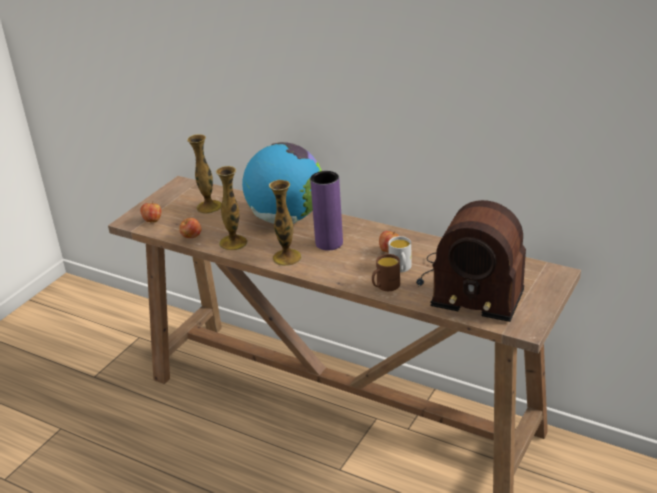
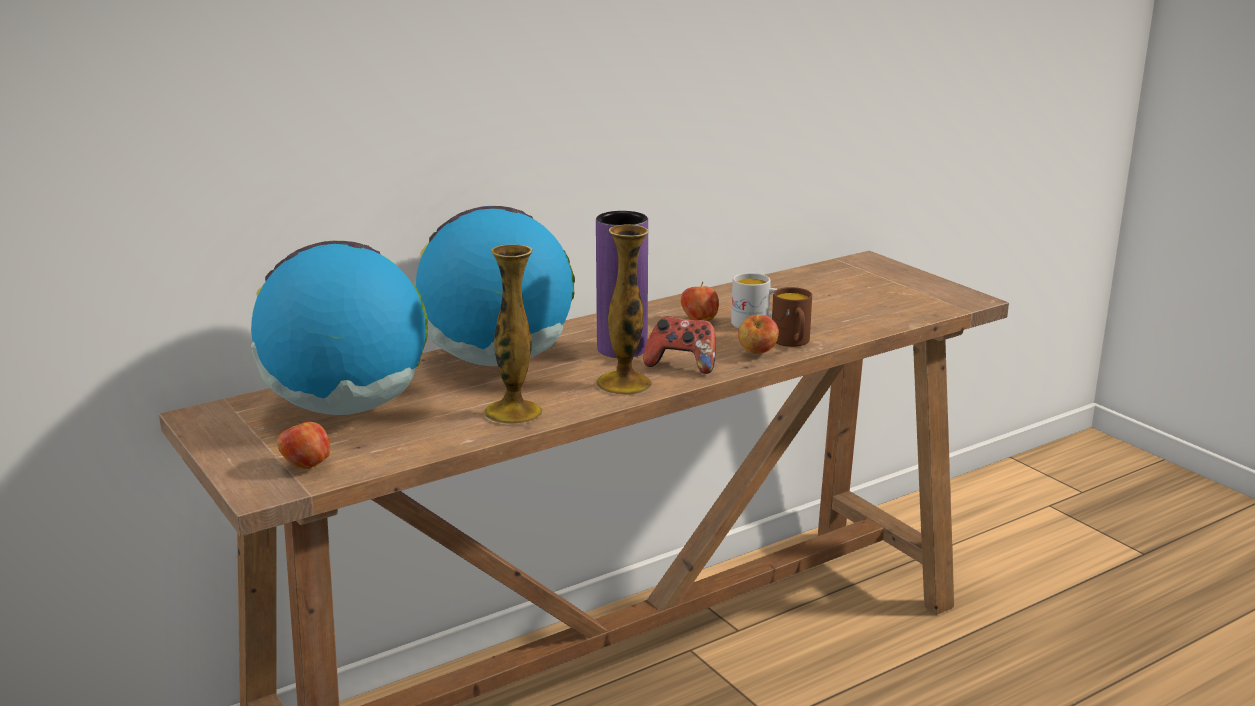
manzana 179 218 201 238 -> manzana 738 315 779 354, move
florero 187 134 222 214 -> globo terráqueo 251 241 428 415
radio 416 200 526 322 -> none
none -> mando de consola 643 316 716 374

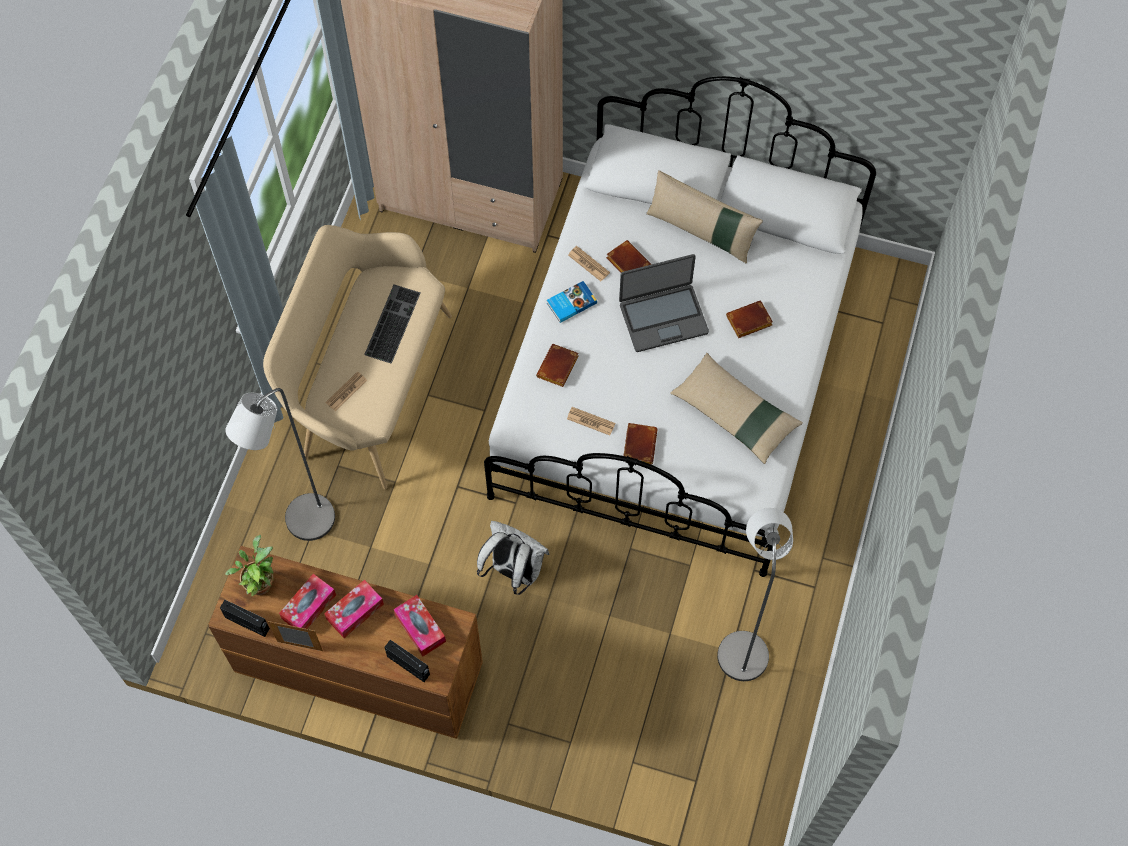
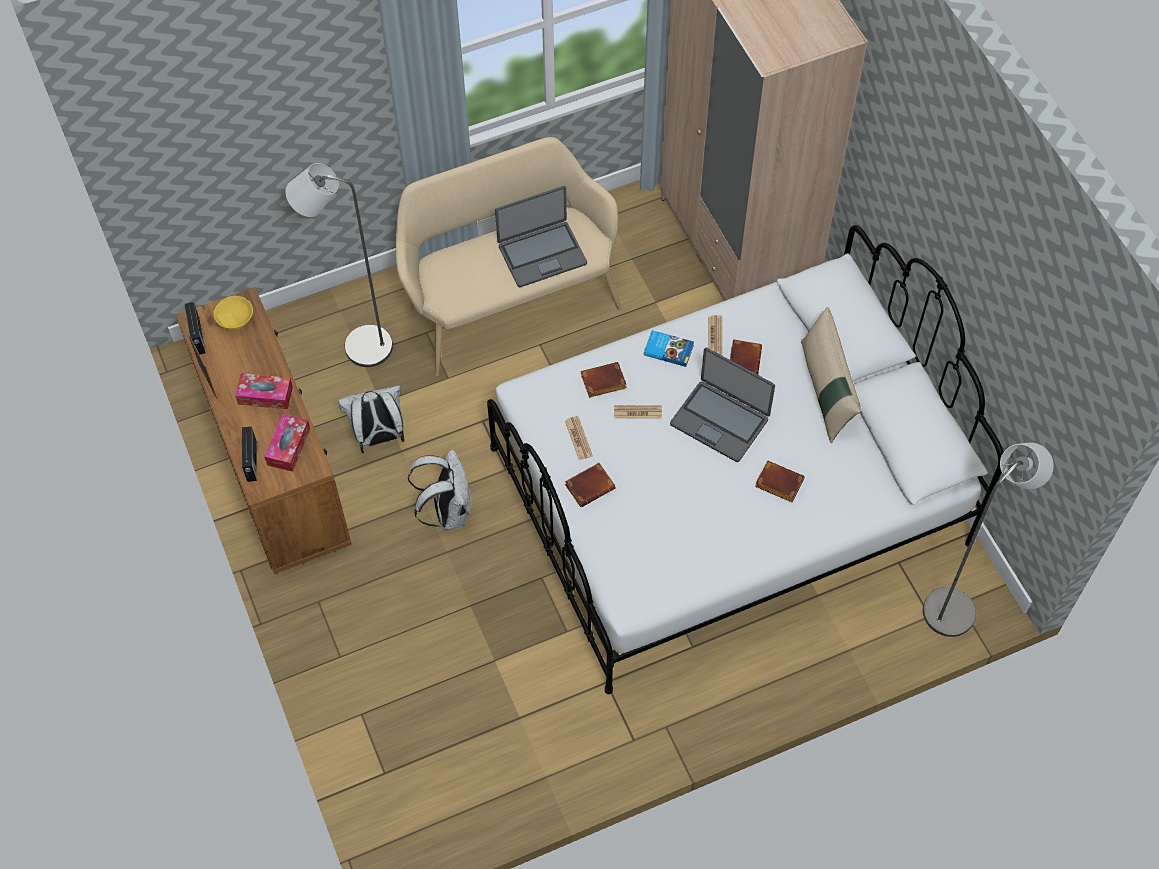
planta en maceta 225 535 274 597 -> cuenco/amarillo 213 296 253 330
caja de pañuelos 279 574 336 629 -> none
periódico 325 372 367 411 -> periódico 614 405 662 419, move
teclado 364 285 420 364 -> portátil 495 186 587 287
cojín/beis 670 353 803 464 -> none
lámpara de pie/gris 717 508 793 681 -> lámpara de pie/gris 923 443 1054 637, move
none -> mochila/blanco 338 385 404 453

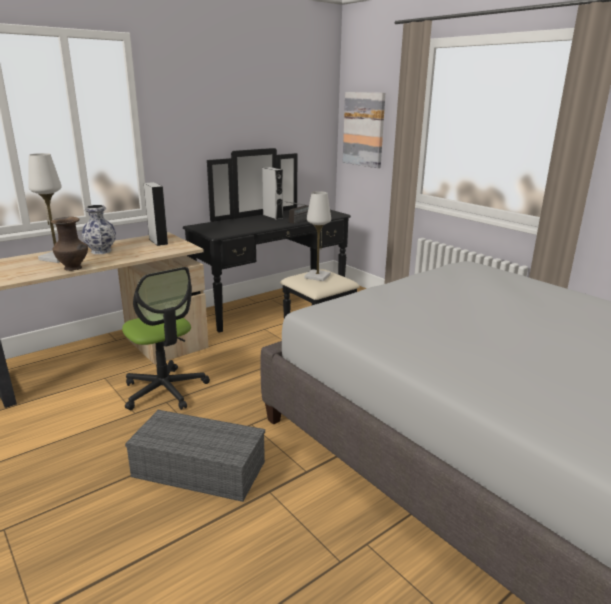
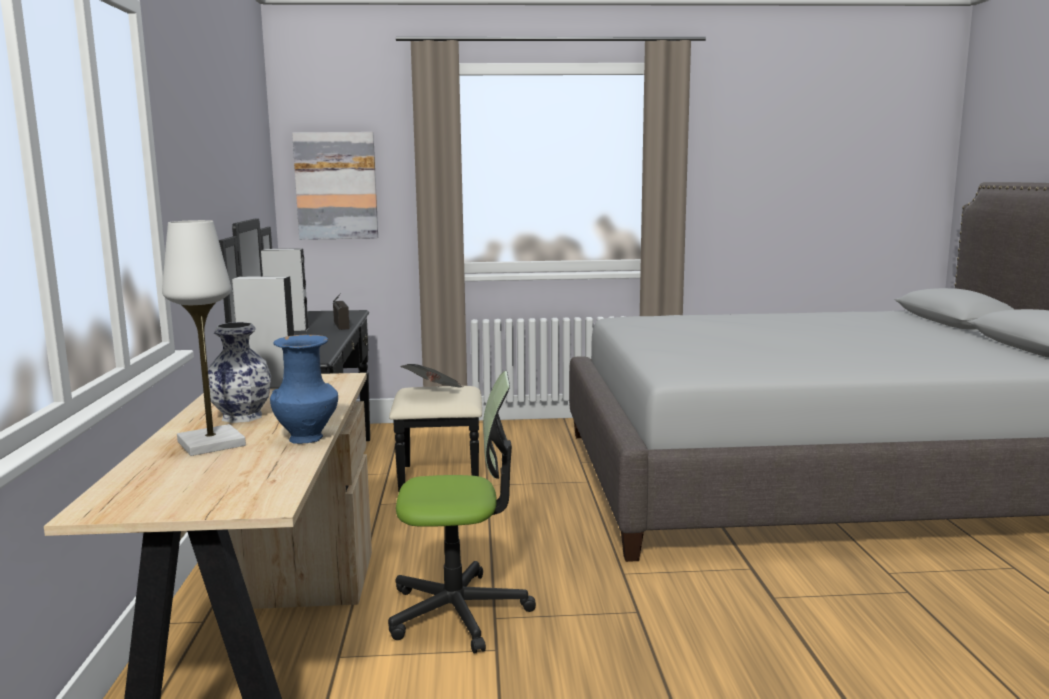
florero/marrón 51 217 88 271 -> florero/azul 270 335 338 444
caja de almacenaje/gris 125 410 265 502 -> none
lámpara de mesa/blanco 304 191 331 281 -> periódico 400 364 463 387

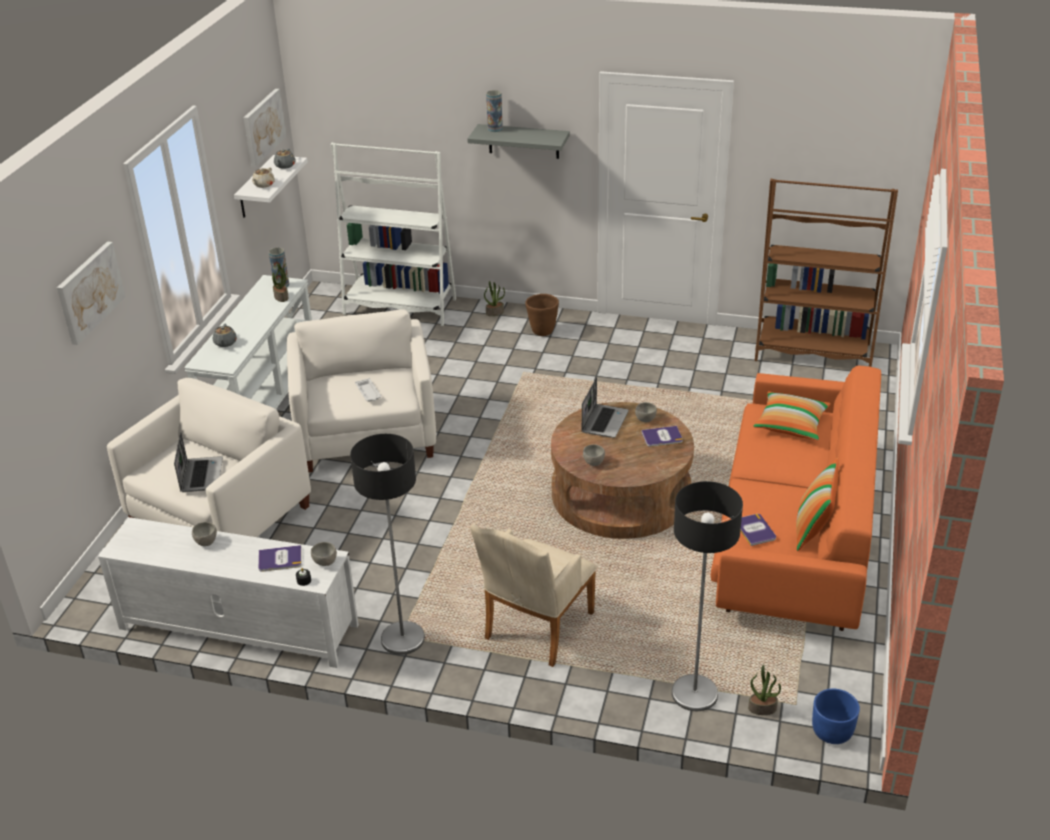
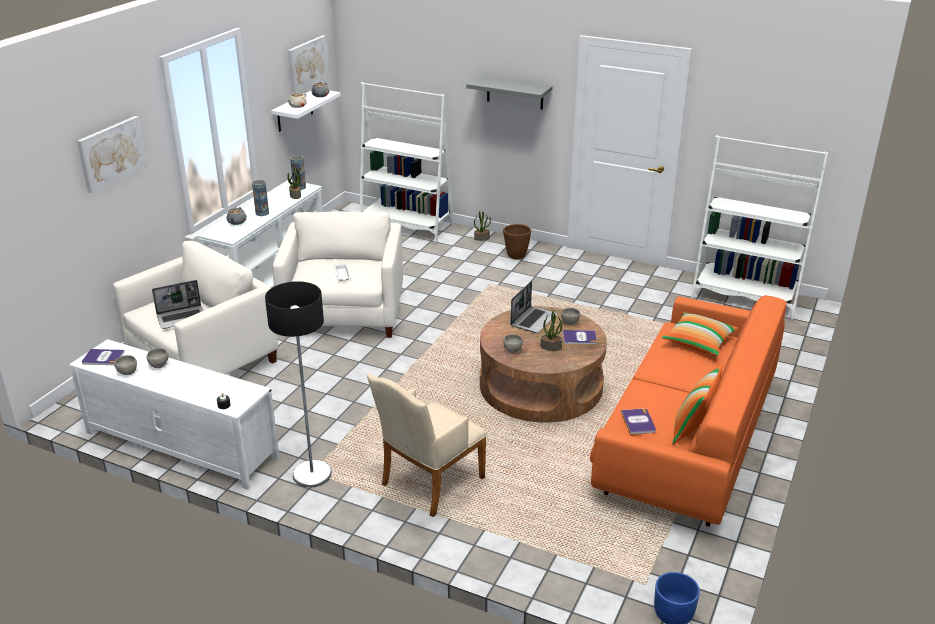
portátil 174 432 223 492 -> portátil 152 280 204 329, 60 degrees clockwise
libro 258 545 301 572 -> libro 82 349 125 365, move
cuenco/gris 311 542 337 566 -> cuenco/gris 114 355 137 375, move
florero 486 90 503 132 -> florero 252 180 269 216, move
lámpara de pie 672 481 743 711 -> none
planta en maceta 748 665 781 715 -> planta en maceta 541 311 562 351, move
estantería/marrón 755 179 898 367 -> estantería/blanco 691 135 829 320

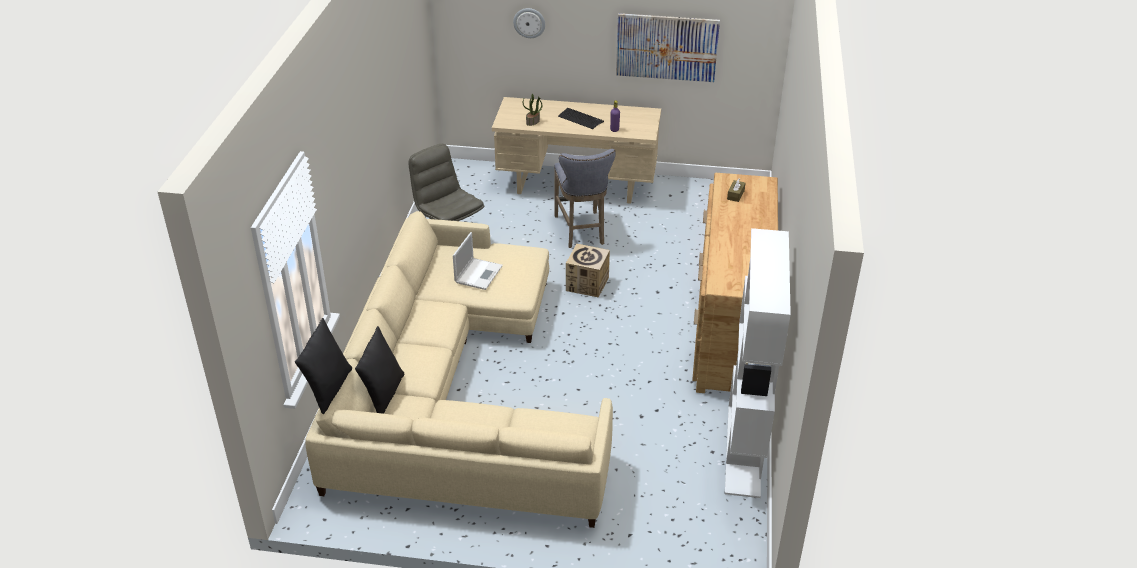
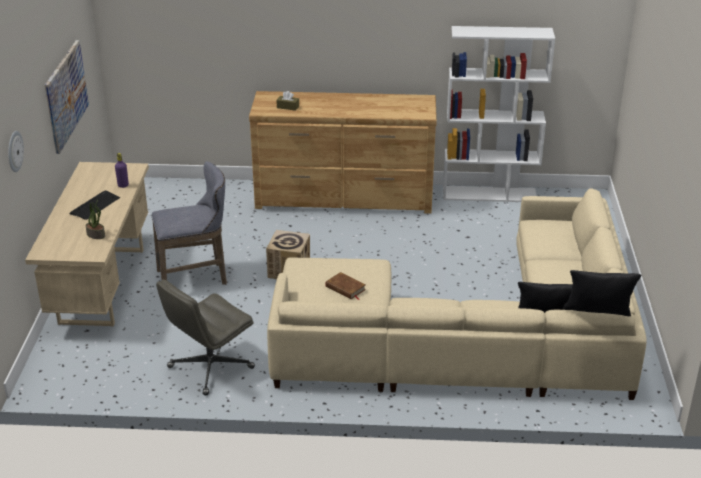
portátil 453 232 503 290 -> libro/marrón 325 272 366 300

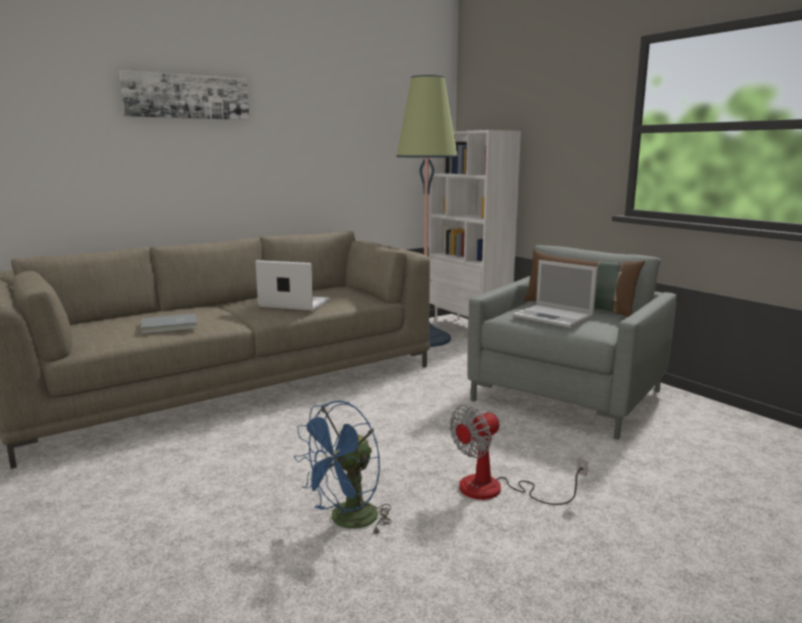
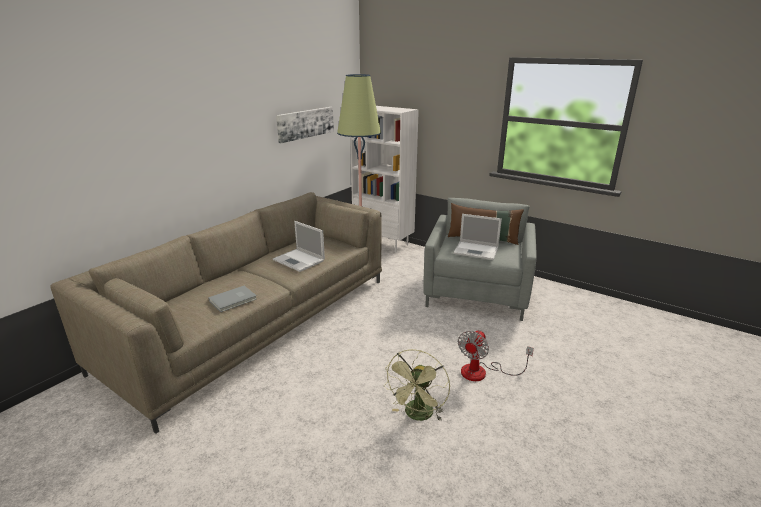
cuadro 119 70 249 120 -> cuadro 276 107 334 143, move
portátil 255 260 330 311 -> portátil 273 221 325 272, 135 degrees counterclockwise
ventilador/azul 294 401 392 535 -> ventilador/verde 384 349 450 421

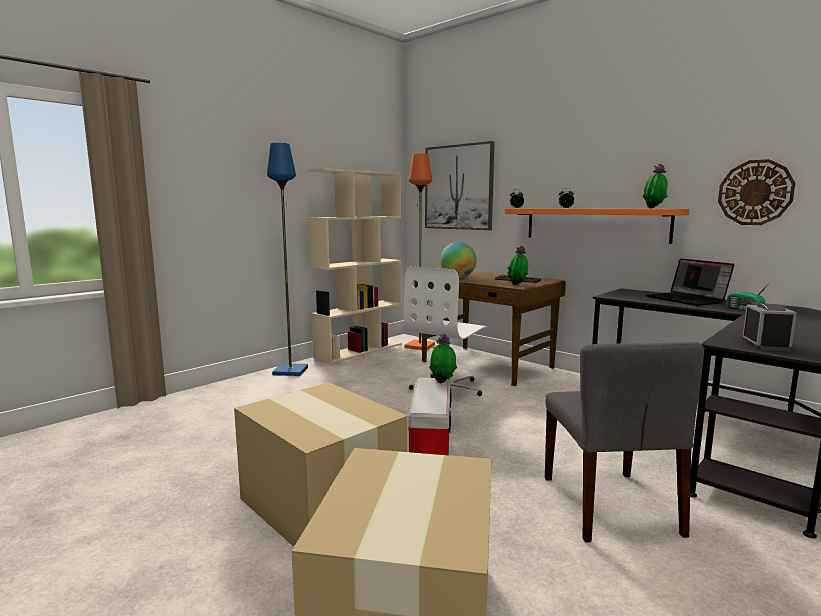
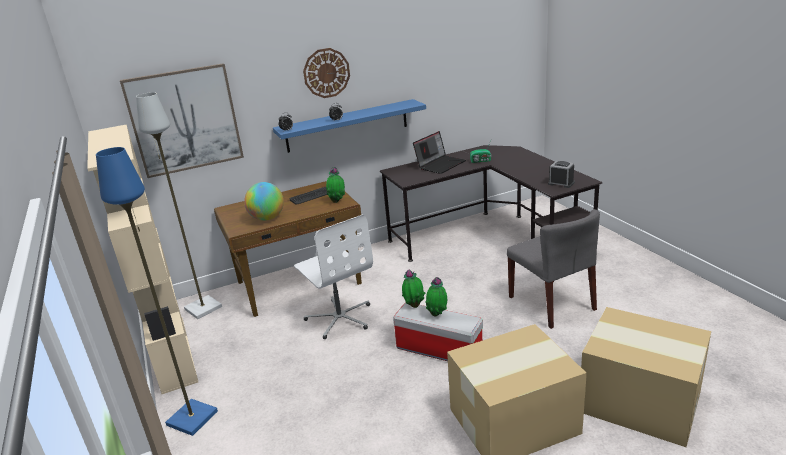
lámpara de pie/naranja 404 153 435 350 -> lámpara de pie/gris 136 92 222 319
estante/naranja 505 209 690 244 -> estante/azul 273 99 426 153
silla/gris 545 342 704 543 -> silla/gris 507 209 600 329, 45 degrees clockwise
planta en maceta 643 164 668 209 -> planta en maceta 426 277 447 317, move
portátil 647 258 734 306 -> portátil 413 131 466 174, 45 degrees counterclockwise
reloj de pared 718 159 795 225 -> reloj de pared 303 48 350 98, move

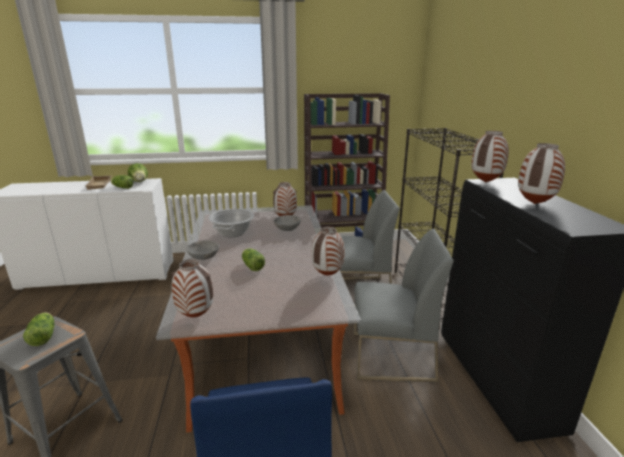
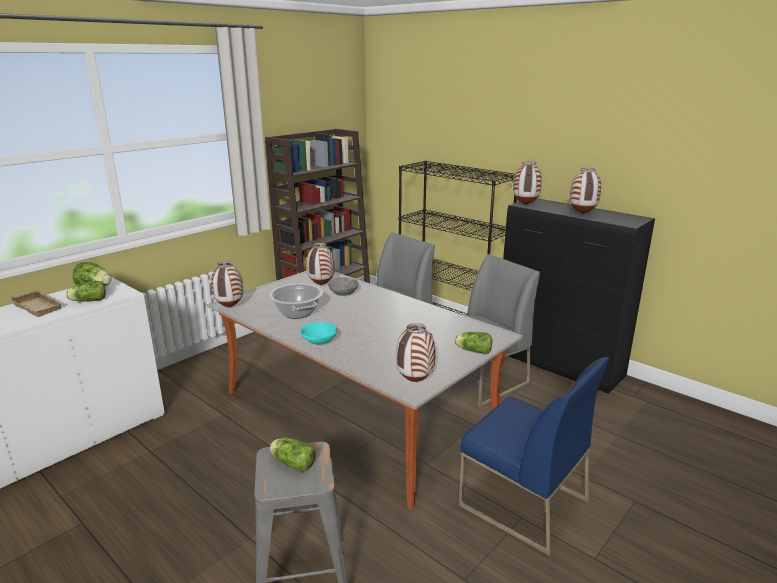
cuenco/gris 186 240 219 260 -> cuenco/turquesa 300 322 337 344
lechuga 242 248 265 271 -> lechuga 455 332 492 354, move
florero 312 227 345 276 -> florero 211 261 243 307, move

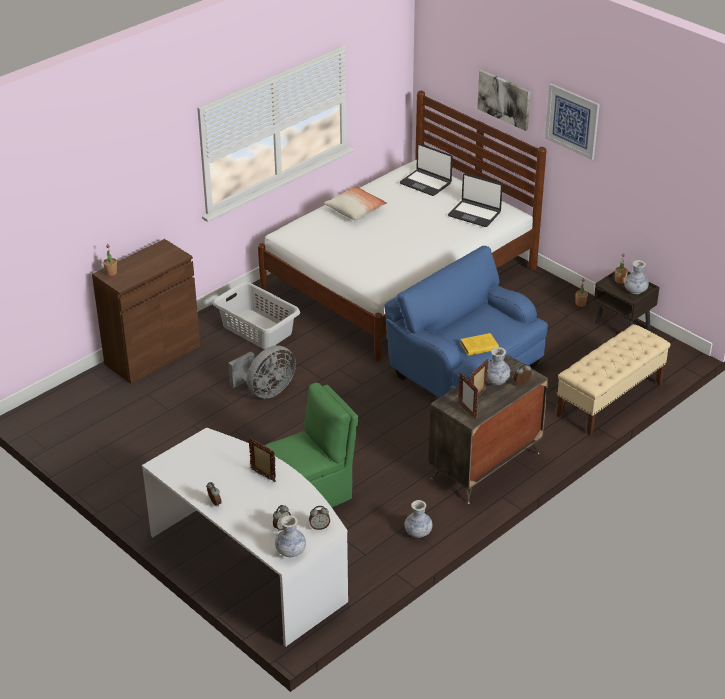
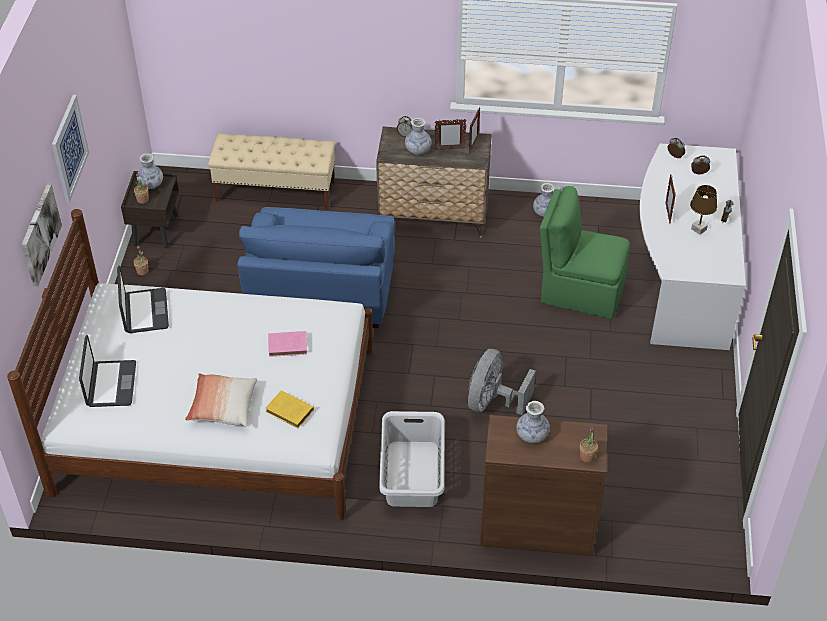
ventilador/gris 228 345 296 399 -> ventilador/gris 468 349 536 415, 75 degrees counterclockwise
florero 275 515 306 557 -> florero 517 401 550 443, move
libro/amarillo 460 333 499 356 -> libro/amarillo 265 391 314 428, move
none -> libro/rosa 268 331 307 357
none -> lámpara de mesa/marrón 690 185 717 235

